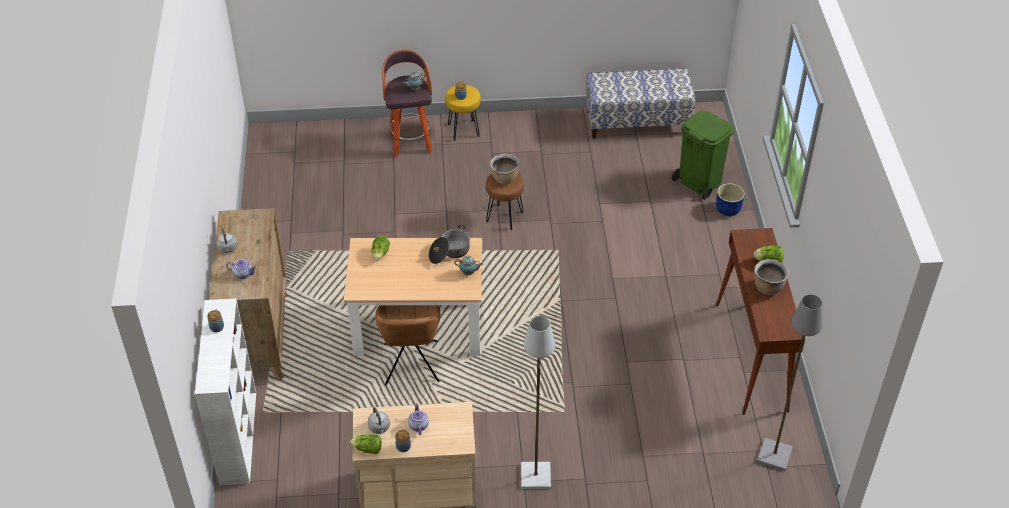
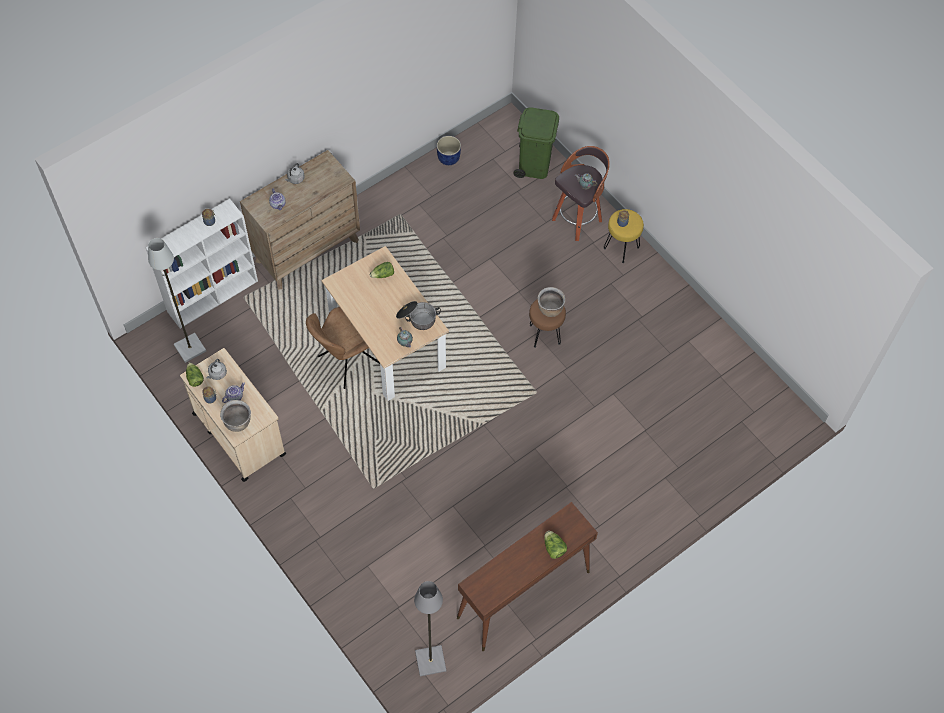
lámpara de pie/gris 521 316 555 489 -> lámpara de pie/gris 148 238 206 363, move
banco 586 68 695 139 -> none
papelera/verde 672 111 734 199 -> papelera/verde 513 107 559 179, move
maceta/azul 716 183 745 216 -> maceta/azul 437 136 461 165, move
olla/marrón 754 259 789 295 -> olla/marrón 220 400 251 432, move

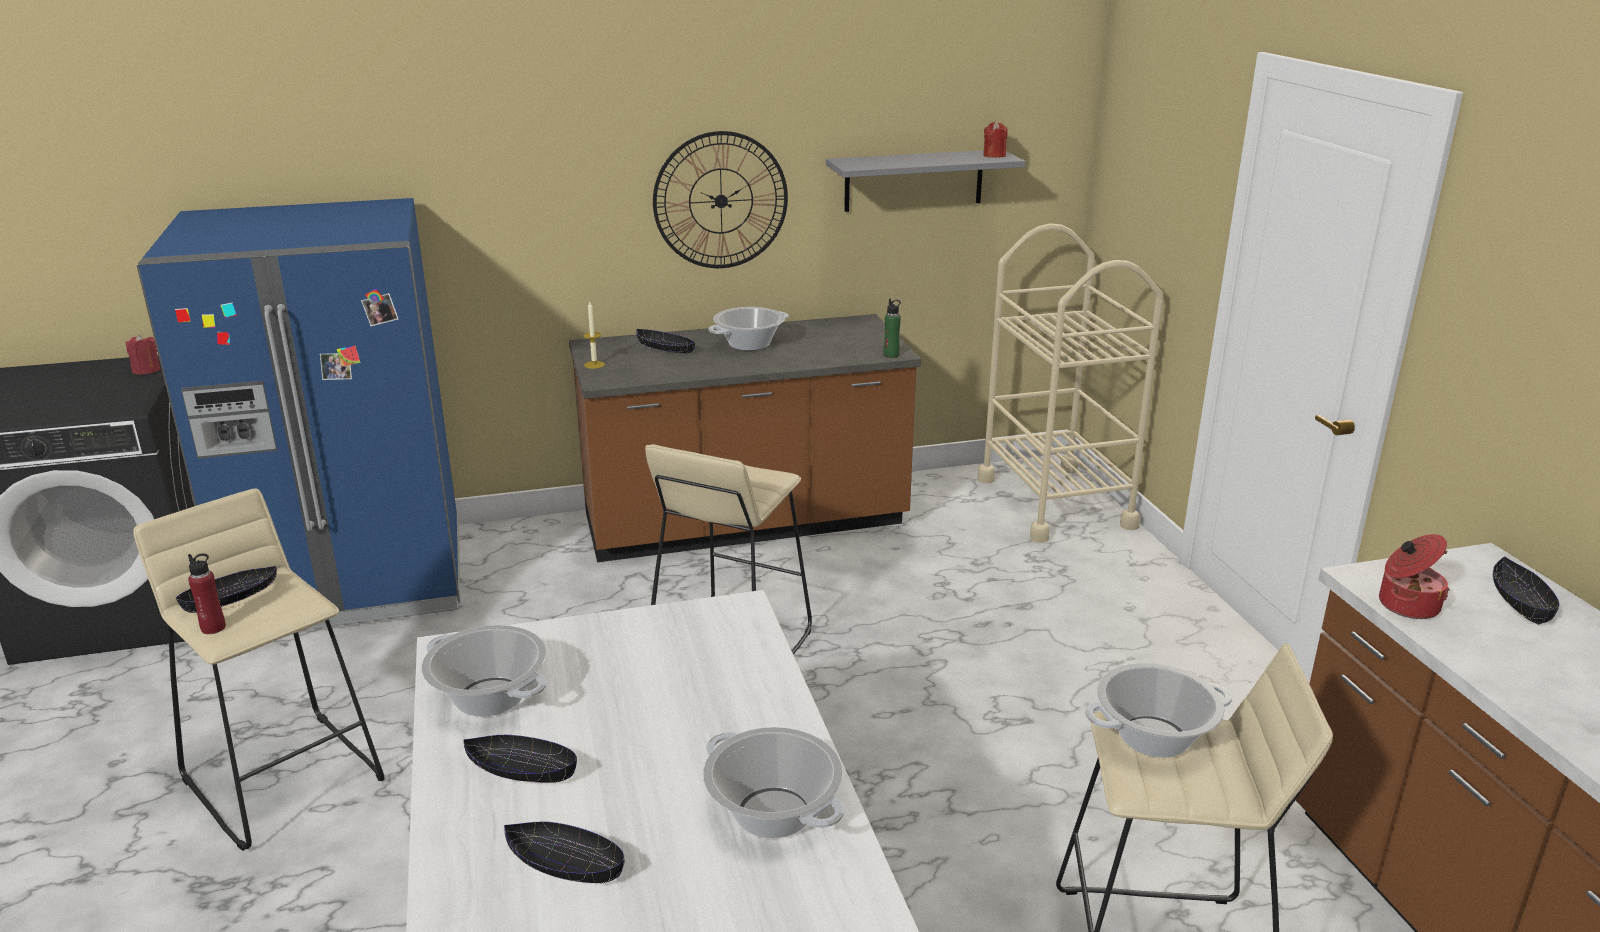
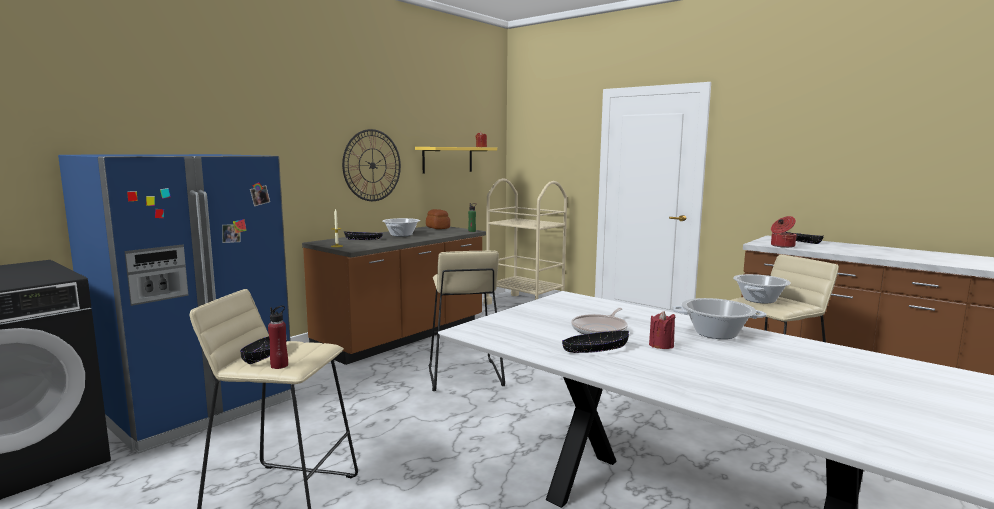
vela/rojo 126 334 161 375 -> vela/rojo 649 311 675 349, move
olla 422 625 547 717 -> none
cuenco/negro 504 822 625 884 -> none
estante/gris 826 150 1026 212 -> estante/amarillo 415 147 497 173
none -> pan 426 209 450 229
none -> sartén 571 308 628 334

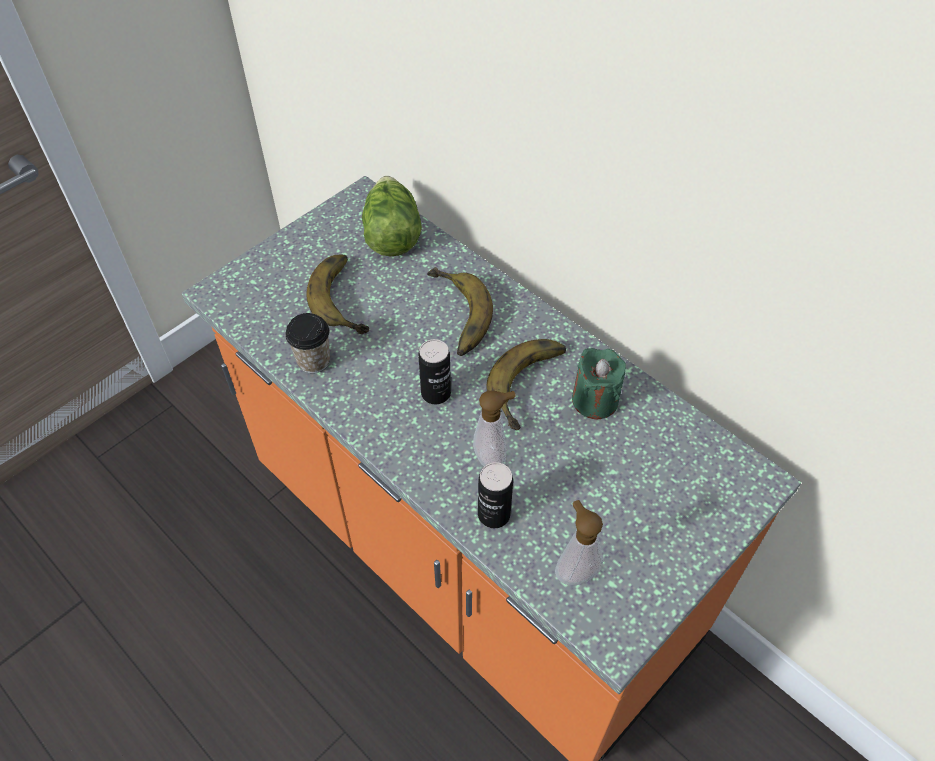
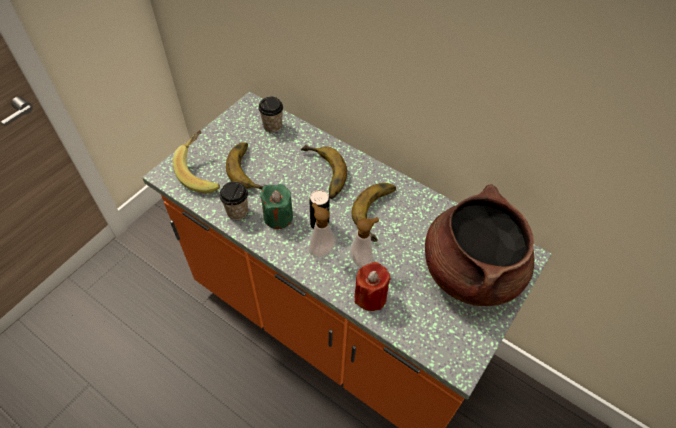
lechuga 362 176 422 257 -> taza 258 97 283 133
lata 478 462 513 528 -> vela/rojo 354 262 391 311
dispensador de jabón 555 500 604 585 -> dispensador de jabón 308 203 336 257, move
vela/verde 572 348 626 419 -> vela/verde 260 184 293 229, move
none -> plátano 172 130 220 193
none -> olla/marrón 425 184 534 306

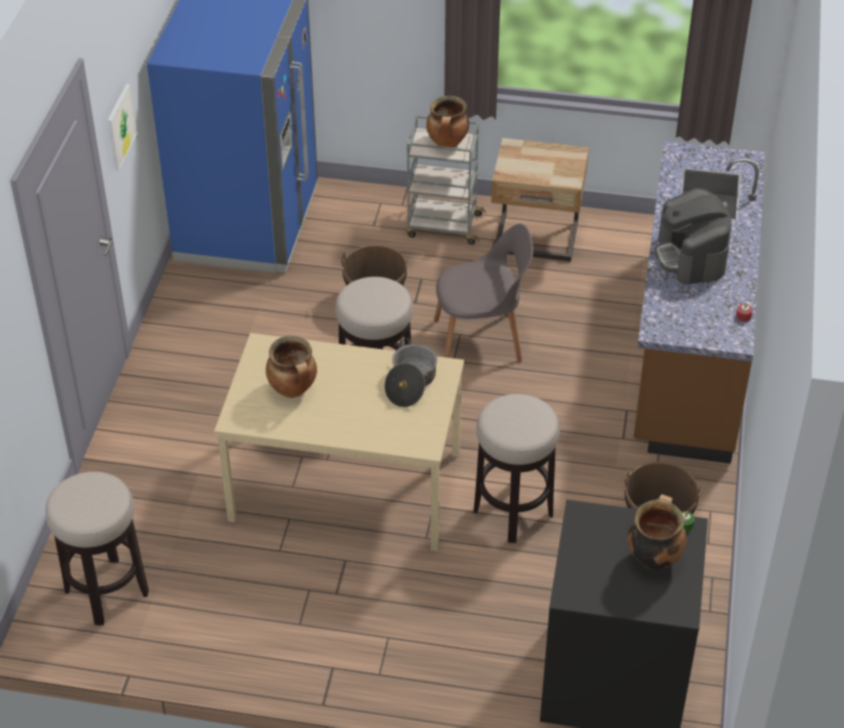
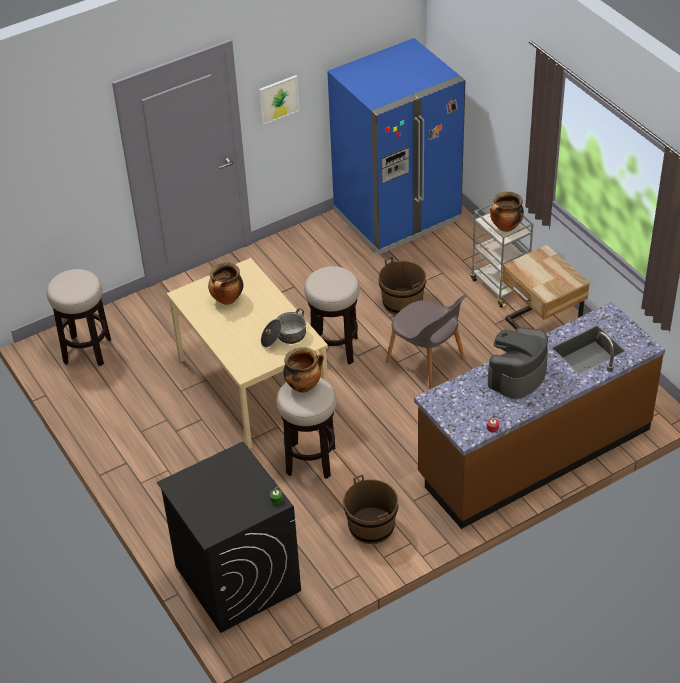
olla 628 494 687 570 -> olla 283 347 324 393, move

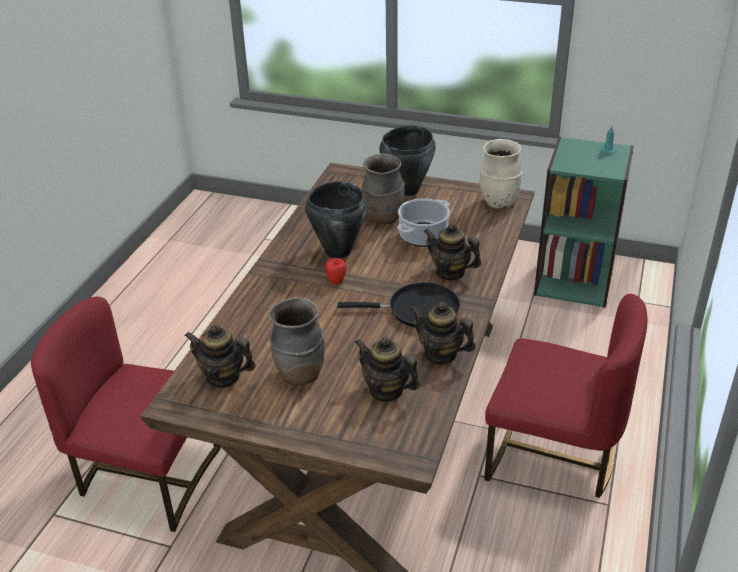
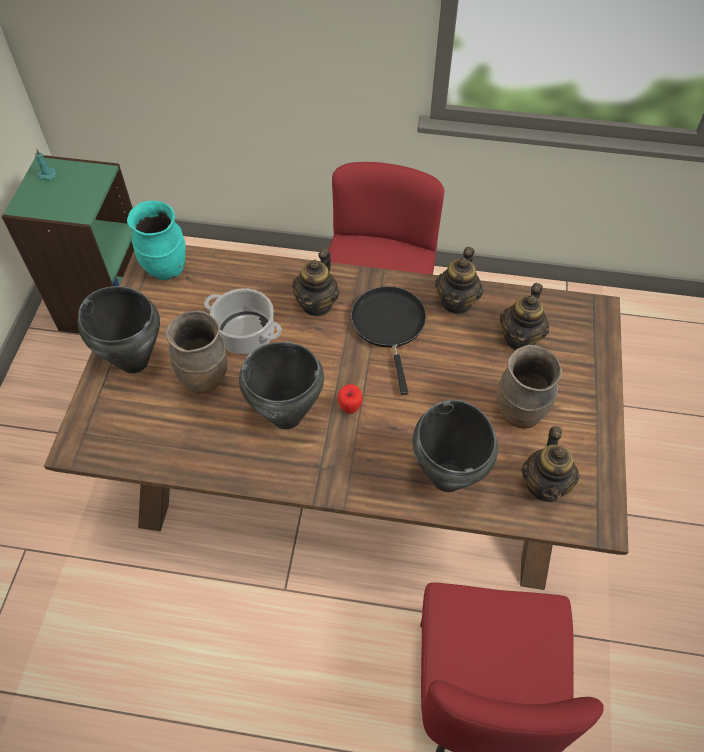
florero/beis 479 139 522 209 -> florero/turquesa 127 201 186 280
none -> olla/negro 412 400 498 492

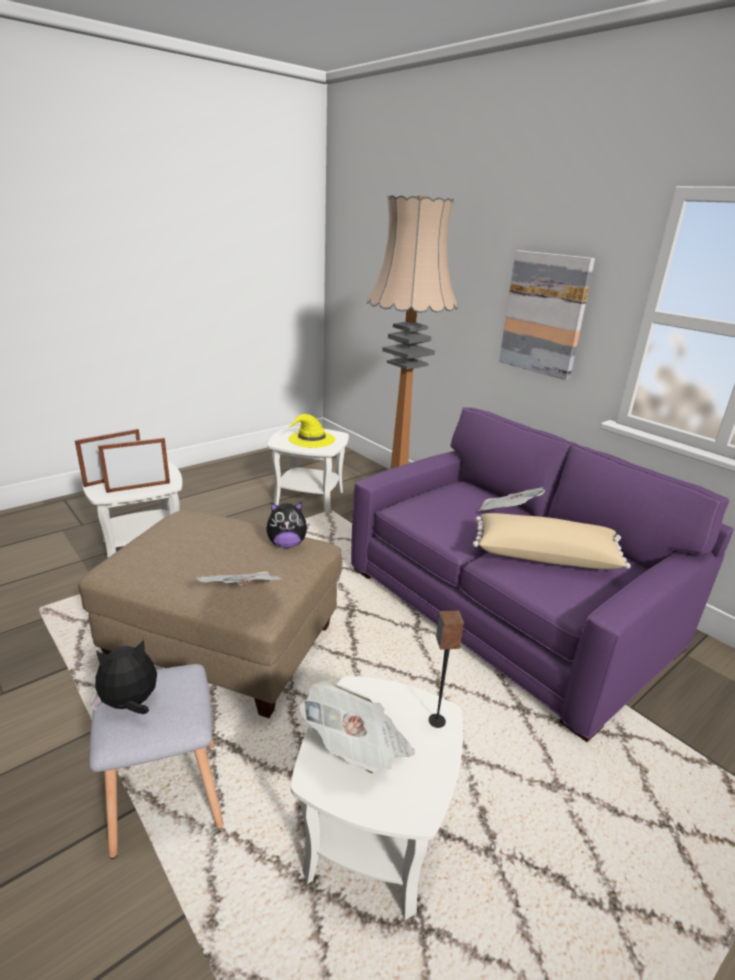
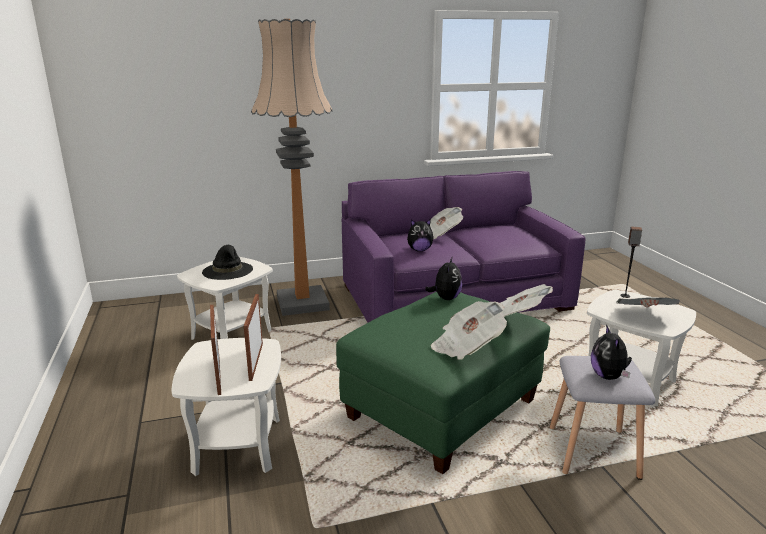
puf/beis 78 511 342 718 -> puf/verde 336 291 550 474
sombrero/amarillo 288 414 335 448 -> sombrero/negro 202 245 253 280
cojín/beis 473 513 631 569 -> none
cuadro 499 250 595 380 -> none
none -> peluche 407 219 434 251
none -> periódico 431 301 507 360

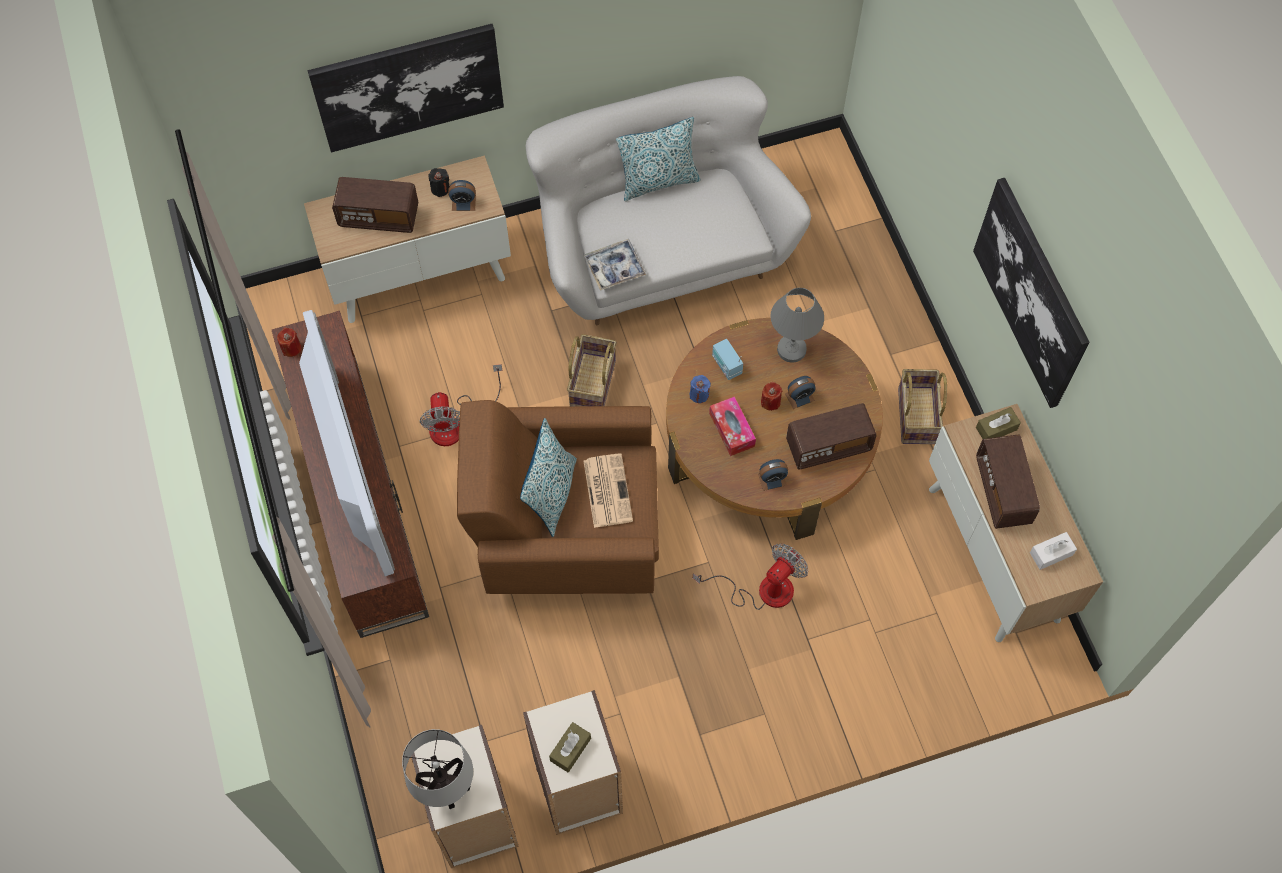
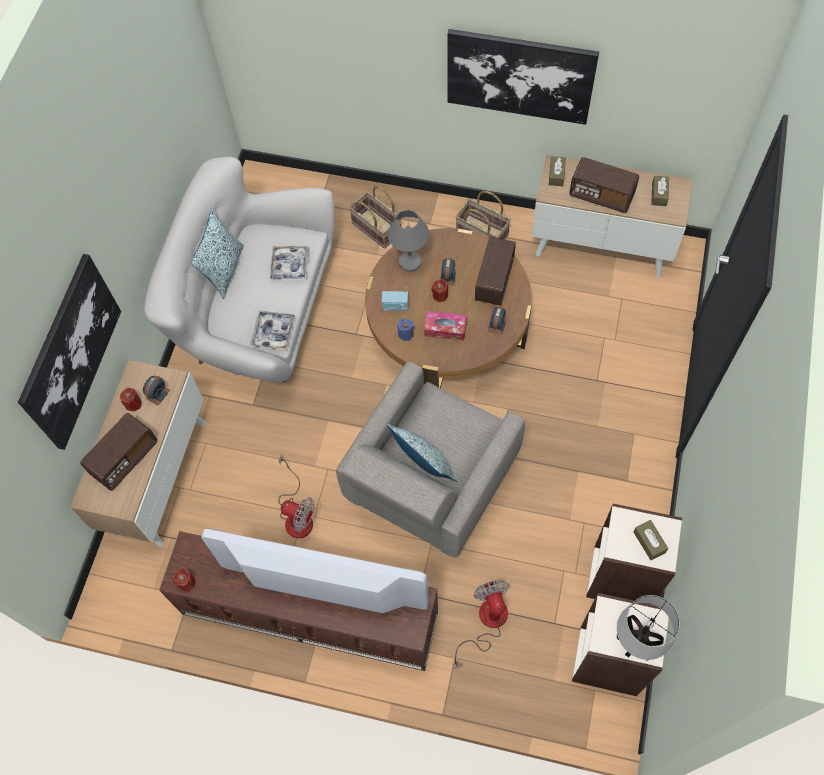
vela/negro 429 168 450 197 -> vela/rojo 120 388 142 411
sillón/marrón 457 400 659 594 -> sillón/gris 336 362 525 557
cesta 567 334 617 406 -> cesta 349 186 401 249, move
periódico 584 454 633 528 -> none
ventilador 693 543 808 610 -> ventilador 454 580 510 669, move
caja de pañuelos/blanco 1030 532 1077 570 -> caja de pañuelos/marrón 651 176 669 206
none -> bandeja 270 246 309 279

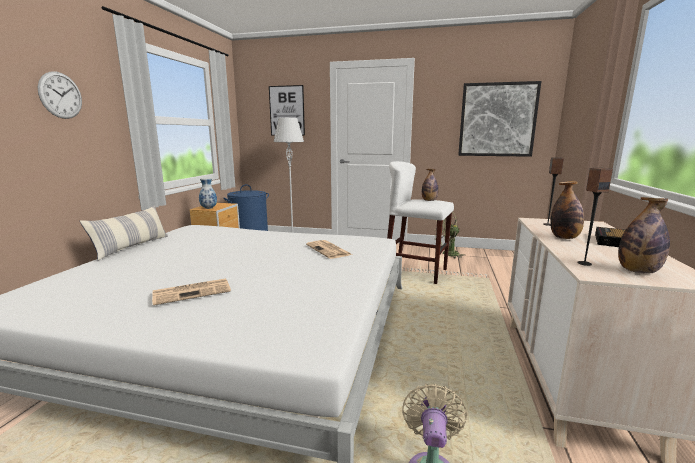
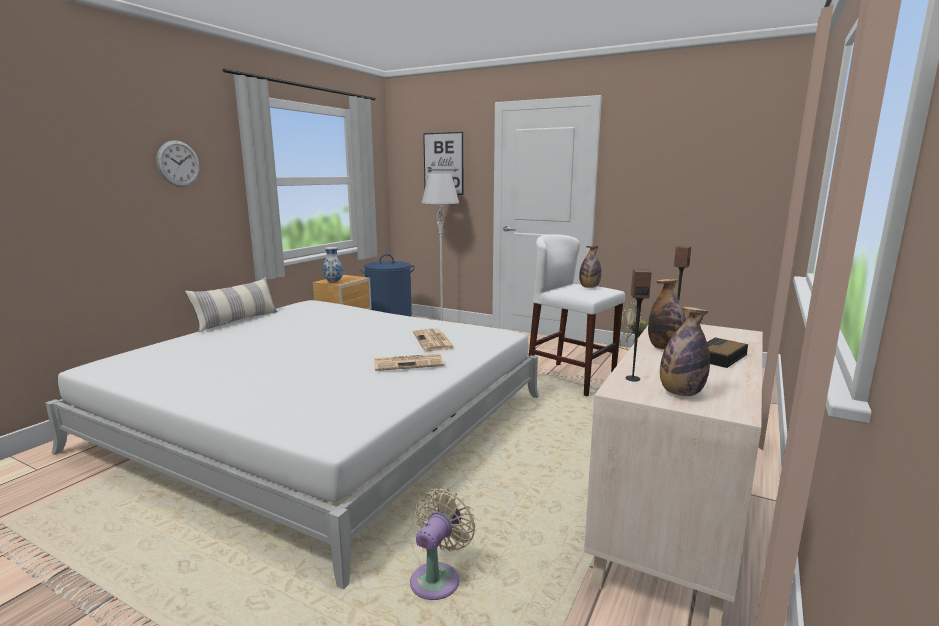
periódico 152 278 231 305 -> periódico 374 354 444 371, move
cuadro 458 81 541 157 -> none

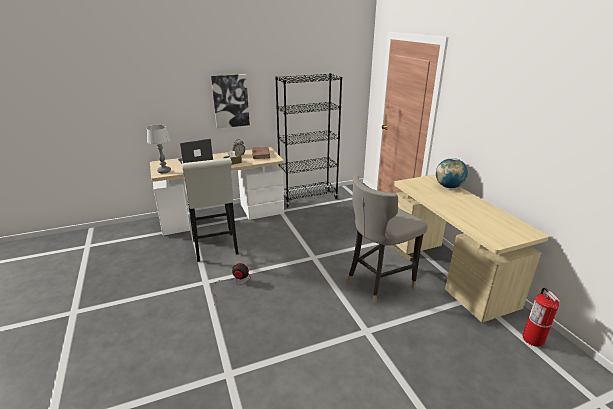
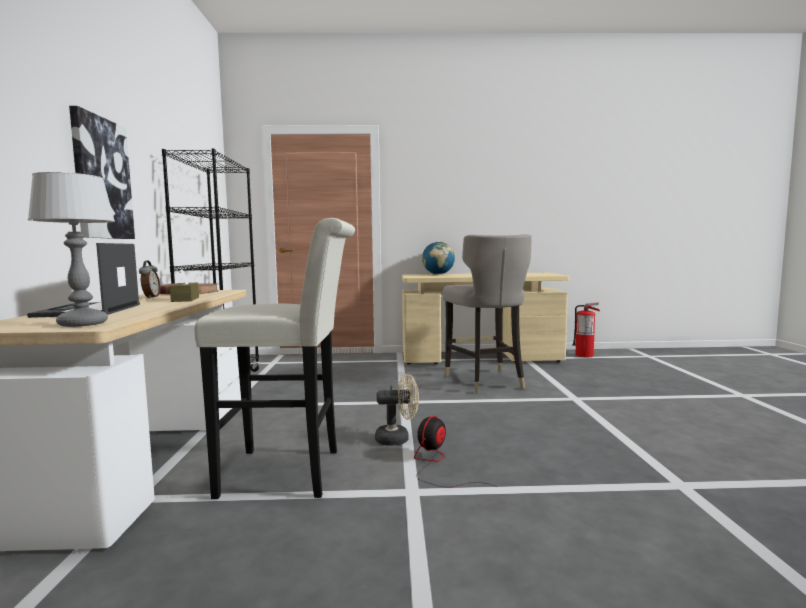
none -> ventilador/beis 375 374 419 445

